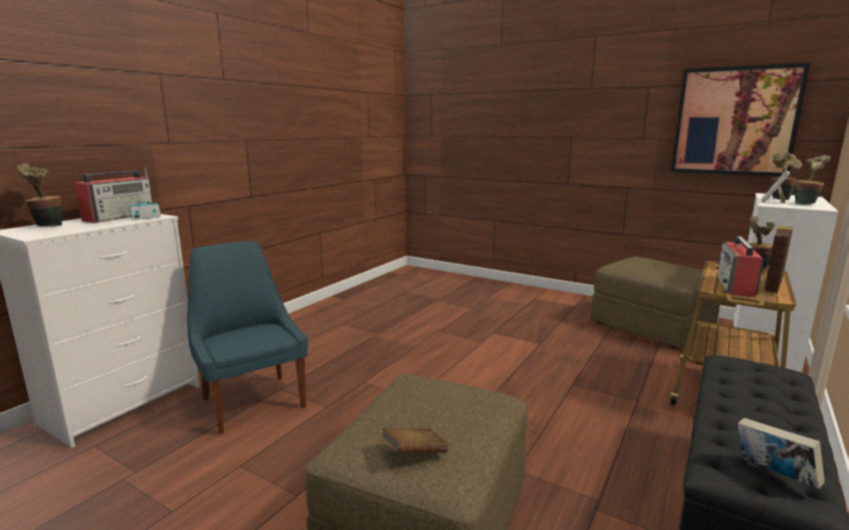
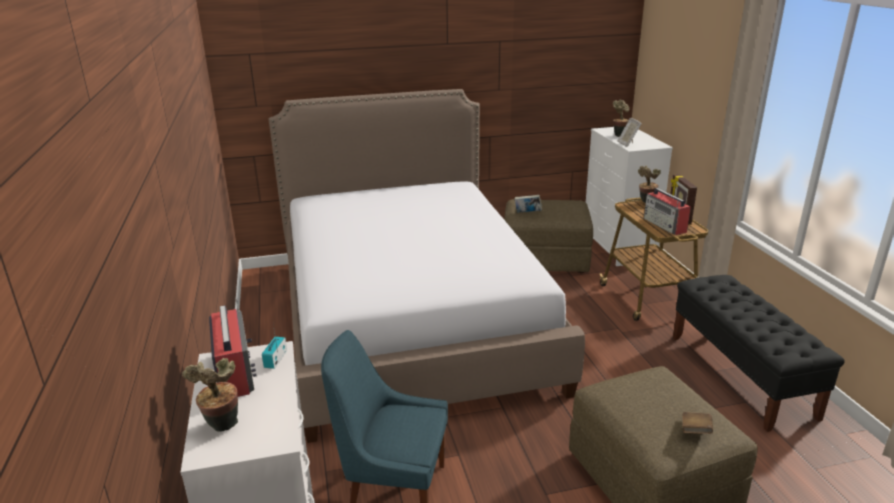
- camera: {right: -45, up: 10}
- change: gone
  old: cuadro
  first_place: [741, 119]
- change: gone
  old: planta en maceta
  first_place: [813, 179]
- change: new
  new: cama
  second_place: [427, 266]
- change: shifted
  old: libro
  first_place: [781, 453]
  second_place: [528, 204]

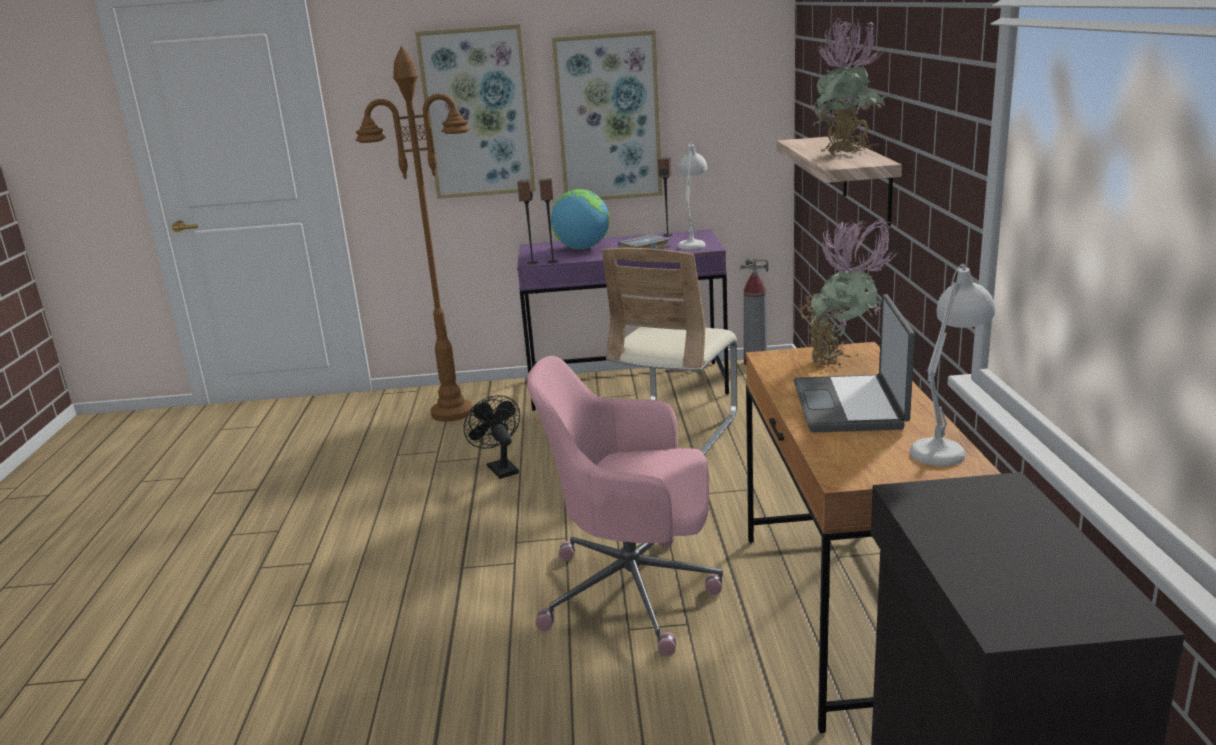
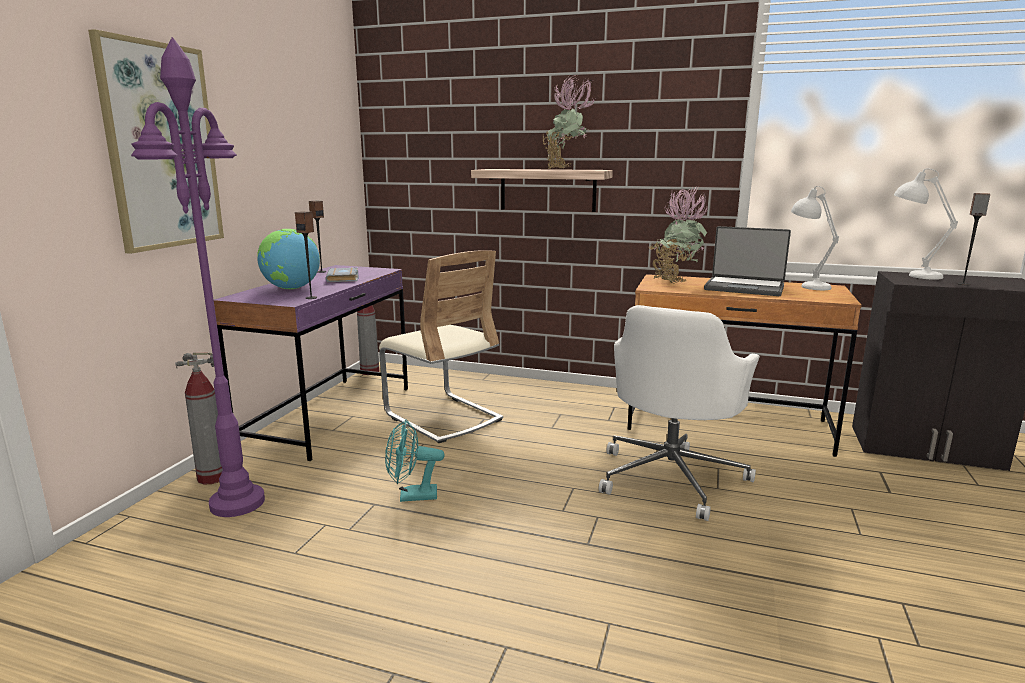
- camera: {right: -70, up: -5}
- change: gone
  old: cuadro
  first_place: [607, 115]
- change: new
  new: extintor
  second_place: [199, 418]
- change: shifted
  old: altavoz
  first_place: [527, 221]
  second_place: [973, 239]
- change: shifted
  old: lámpara de mesa/blanco
  first_place: [692, 196]
  second_place: [926, 224]
- change: repainted
  old: lámpara de pie/marrón
  new: lámpara de pie/morado
  first_place: [414, 234]
  second_place: [198, 277]
- change: repainted
  old: ventilador/negro
  new: ventilador/turquesa
  first_place: [491, 437]
  second_place: [415, 460]
- change: repainted
  old: silla de oficina/rosa
  new: silla de oficina/blanco
  first_place: [625, 506]
  second_place: [679, 413]

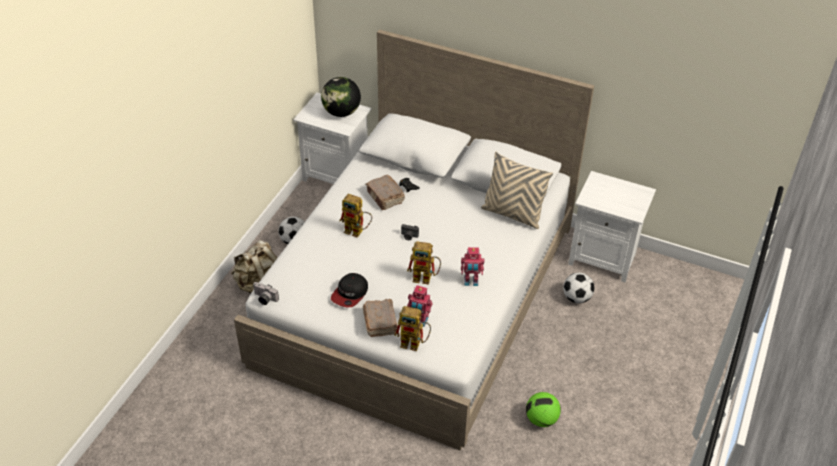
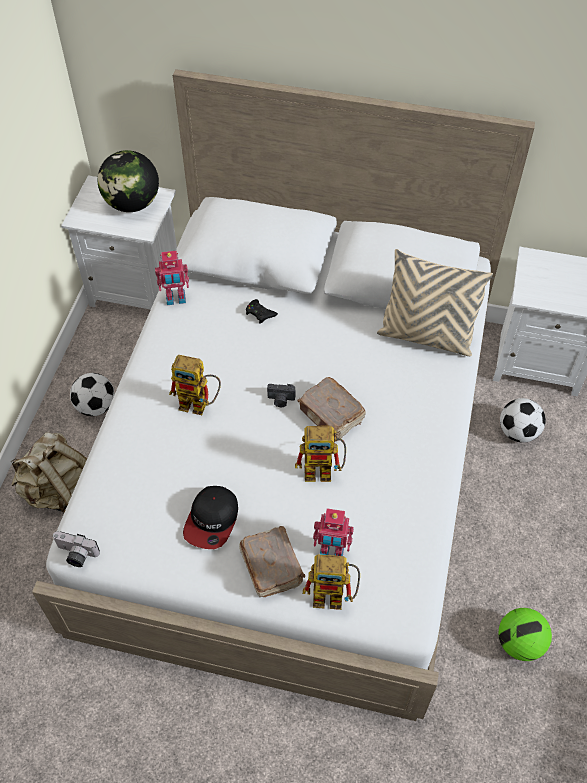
- camera: {right: -10, up: 10}
- change: shifted
  old: libro/marrón
  first_place: [385, 192]
  second_place: [332, 409]
- change: shifted
  old: robot de juguete
  first_place: [472, 266]
  second_place: [172, 278]

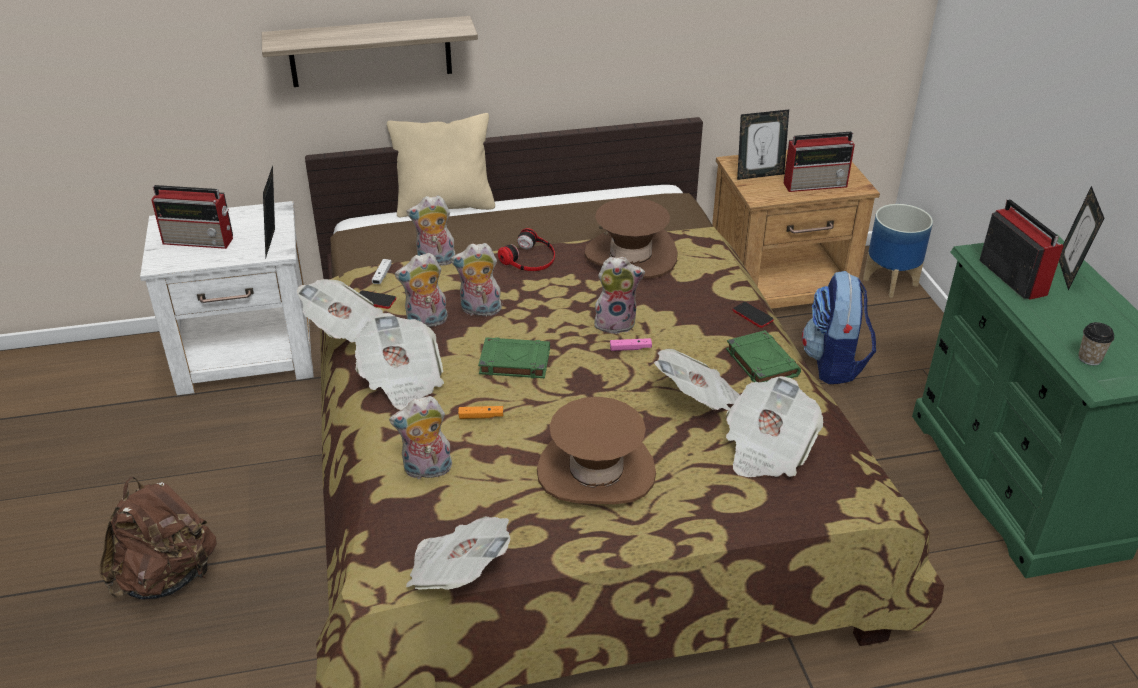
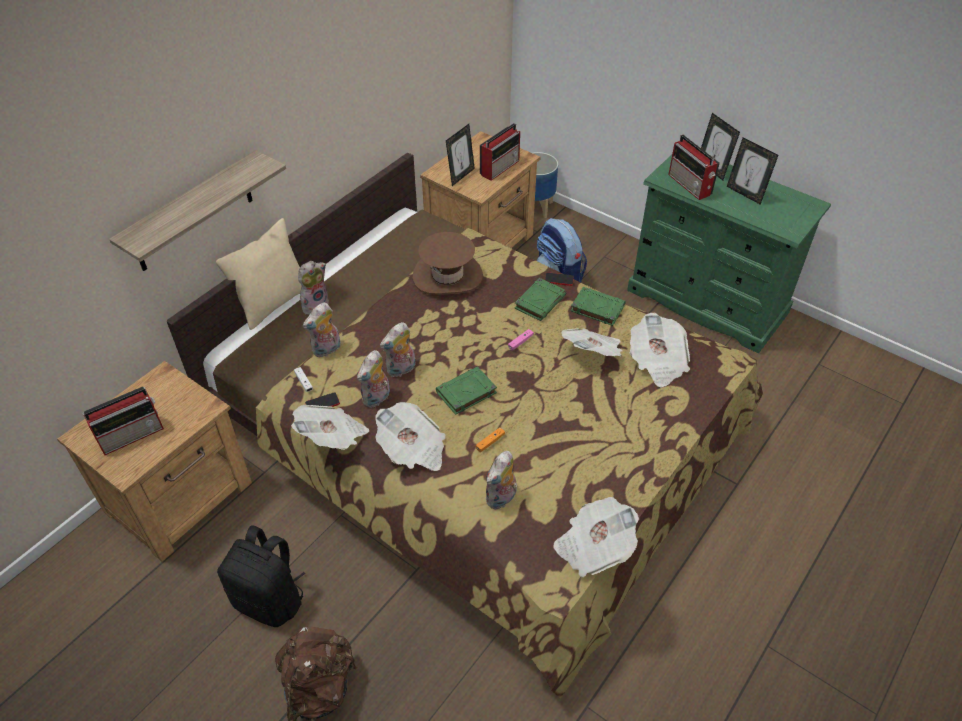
- camera: {right: -40, up: 10}
- change: gone
  old: auriculares
  first_place: [526, 249]
- change: gone
  old: sombrero/marrón
  first_place: [596, 450]
- change: gone
  old: taza
  first_place: [1096, 343]
- change: new
  new: mochila/negro
  second_place: [261, 576]
- change: new
  new: libro/verde
  second_place: [540, 299]
- change: shifted
  old: portarretratos
  first_place: [269, 211]
  second_place: [752, 171]
- change: shifted
  old: peluche
  first_place: [619, 295]
  second_place: [313, 288]
- change: repainted
  old: mesita de noche/blanco
  new: mesita de noche/marrón
  first_place: [227, 298]
  second_place: [154, 461]
- change: rotated
  old: radio
  first_place: [1021, 249]
  second_place: [694, 167]
  degrees: -150

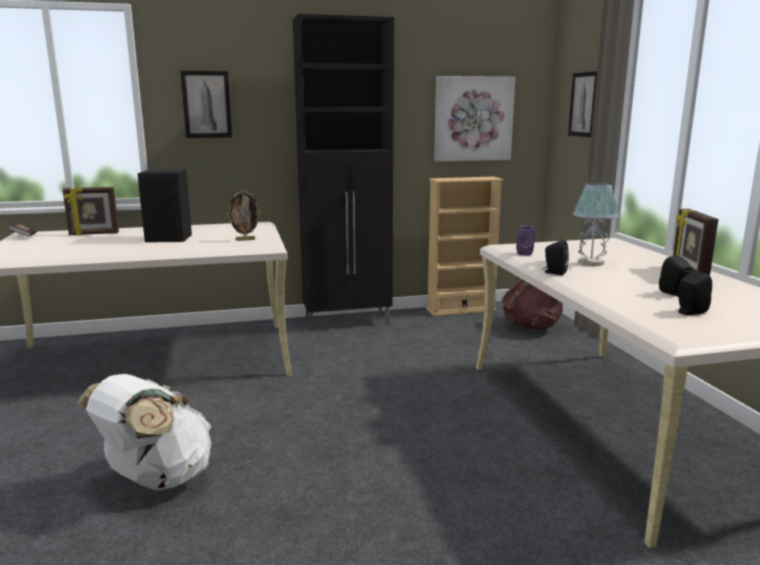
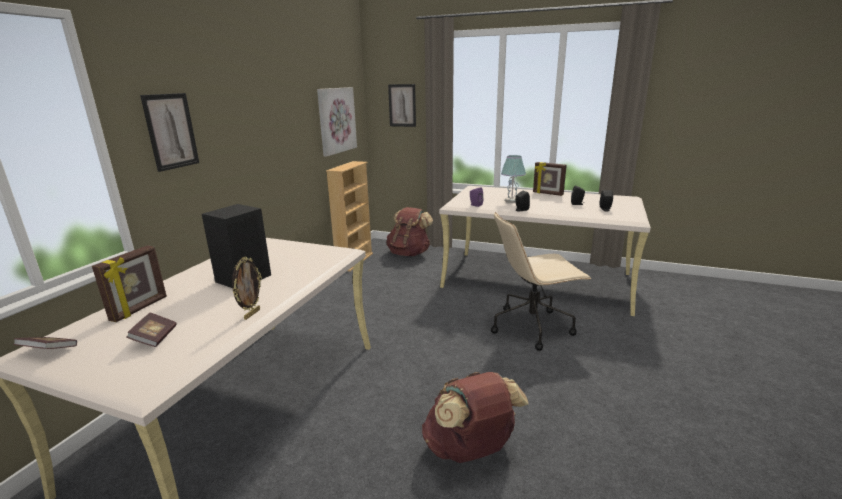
- camera: {right: -55, up: 5}
- change: gone
  old: armario/negro
  first_place: [343, 172]
- change: new
  new: libro
  second_place: [151, 330]
- change: new
  new: silla de oficina/beis
  second_place: [541, 281]
- change: shifted
  old: portarretratos
  first_place: [244, 215]
  second_place: [247, 288]
- change: repainted
  old: mochila/blanco
  new: mochila/marrón
  first_place: [144, 432]
  second_place: [475, 417]

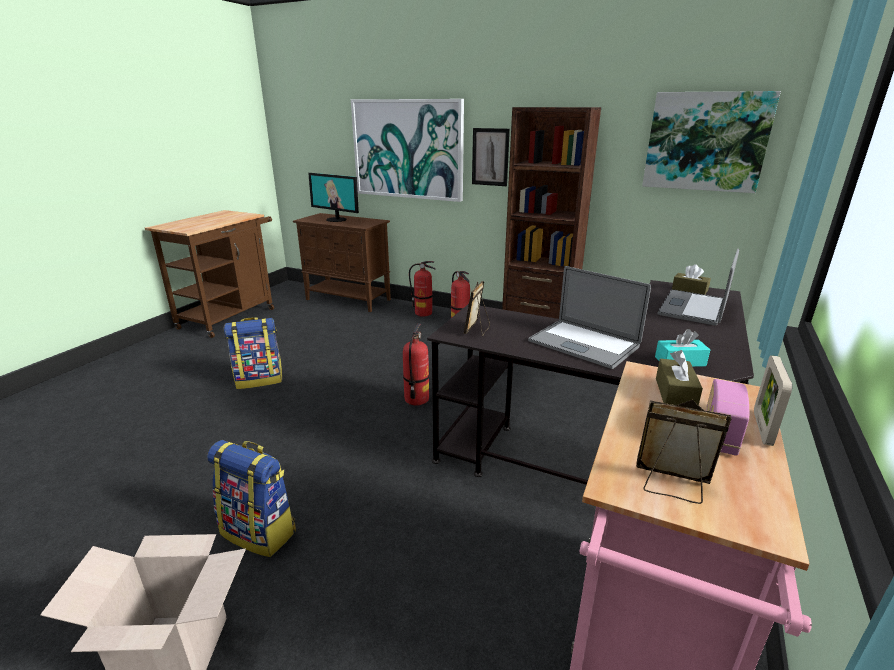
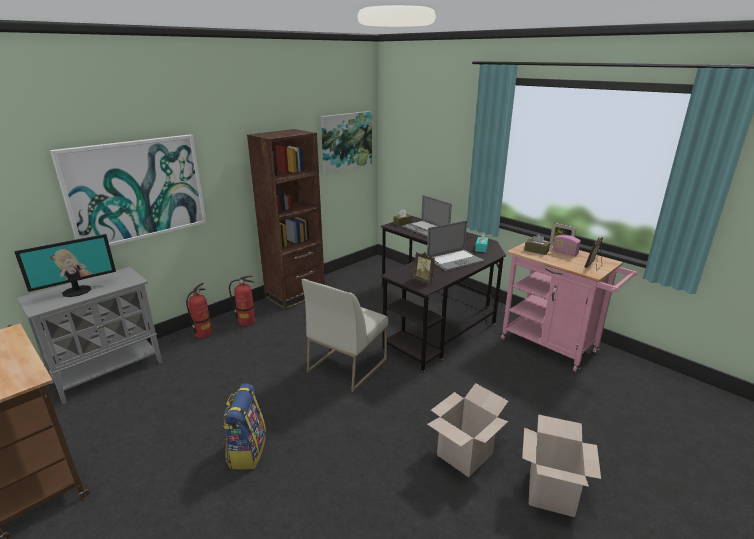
- camera: {right: -70, up: 0}
- change: gone
  old: cuadro
  first_place: [491, 157]
- change: swapped
  old: mochila
  new: caja de cartón
  first_place: [251, 498]
  second_place: [467, 430]
- change: swapped
  old: extintor
  new: silla/blanco
  first_place: [416, 364]
  second_place: [345, 335]
- change: repainted
  old: armario/marrón
  new: armario/gris
  first_place: [342, 262]
  second_place: [89, 335]

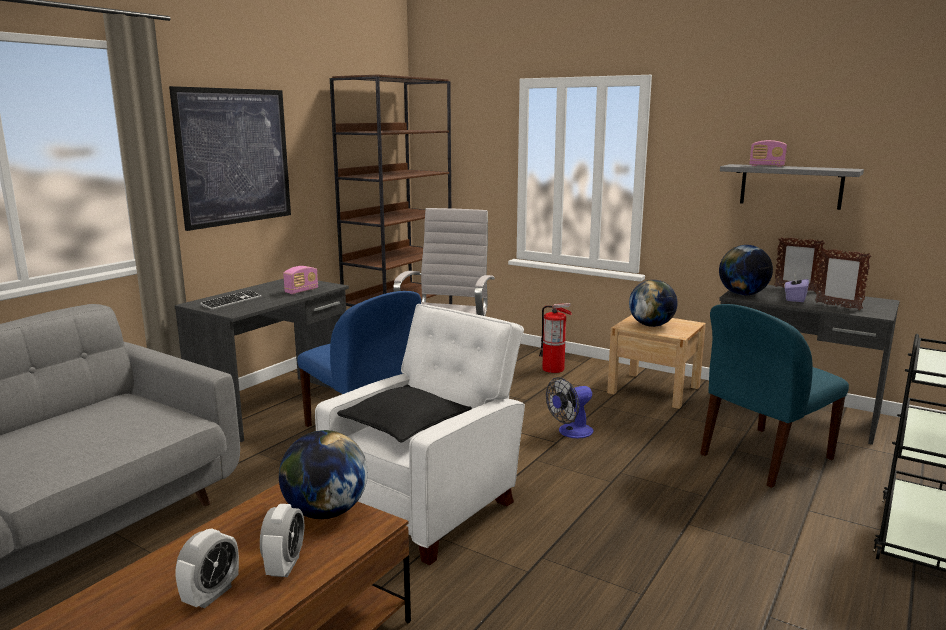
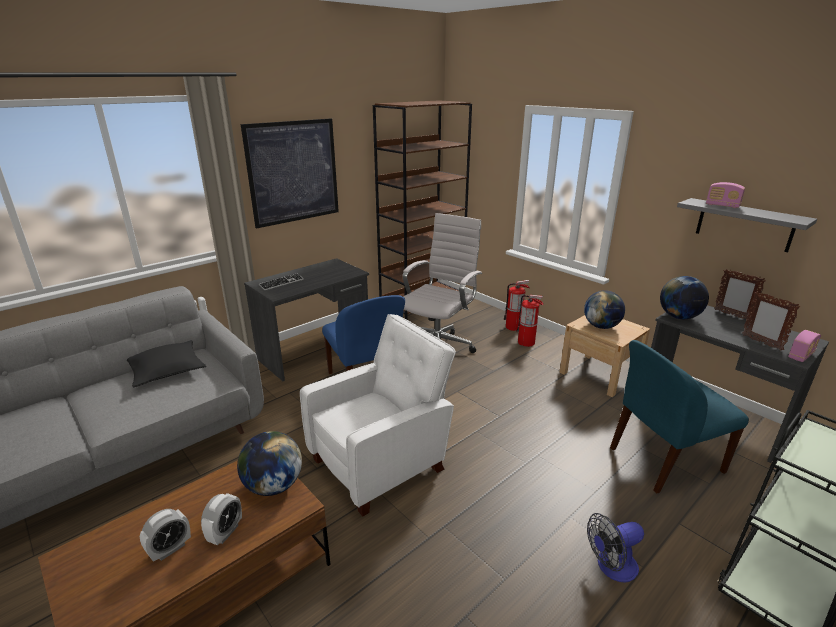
- camera: {right: 15, up: 10}
- change: gone
  old: caja de pañuelos/morado
  first_place: [796, 288]
- change: new
  new: extintor
  second_place: [516, 305]
- change: shifted
  old: radio
  first_place: [300, 280]
  second_place: [804, 346]
- change: shifted
  old: cojín/negro
  first_place: [404, 414]
  second_place: [166, 364]
- change: shifted
  old: ventilador
  first_place: [570, 407]
  second_place: [615, 547]

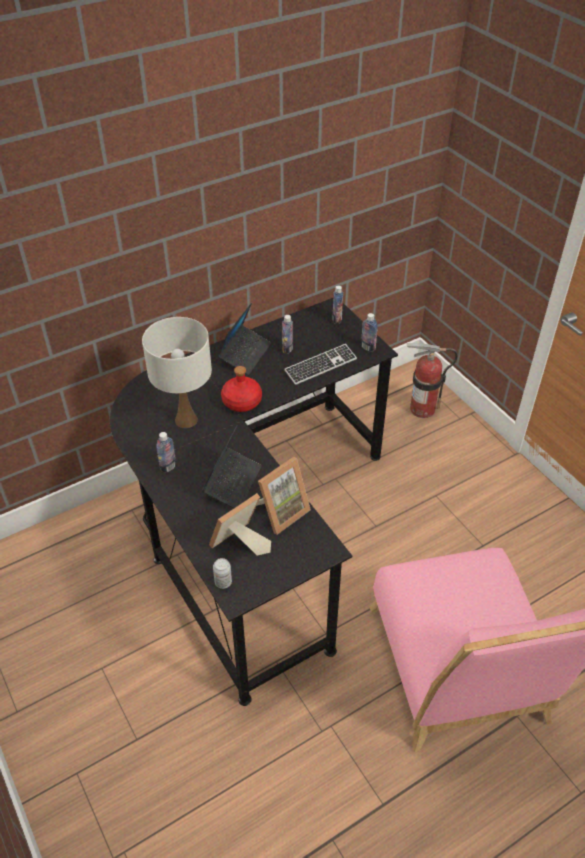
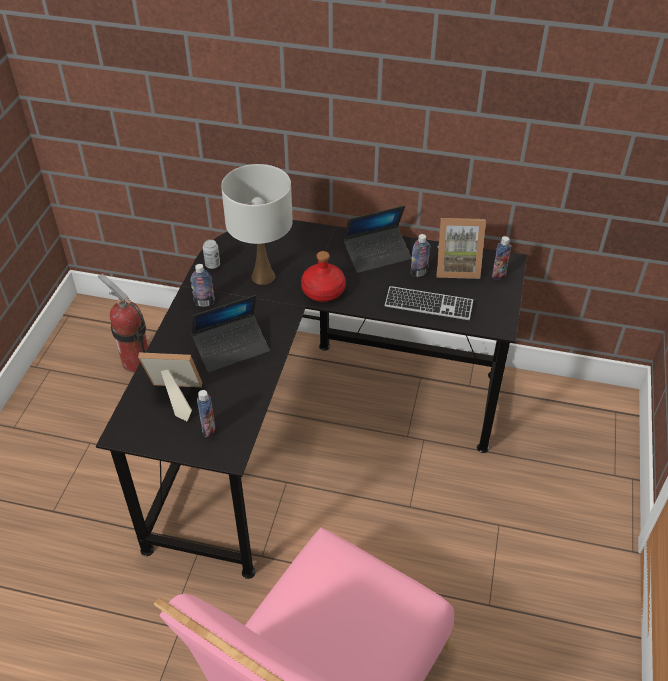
- camera: {right: 45, up: 0}
- change: shifted
  old: lata
  first_place: [222, 573]
  second_place: [211, 254]
- change: shifted
  old: portarretratos
  first_place: [284, 496]
  second_place: [461, 248]
- change: shifted
  old: botella
  first_place: [369, 332]
  second_place: [206, 413]
- change: shifted
  old: extintor
  first_place: [432, 380]
  second_place: [123, 323]

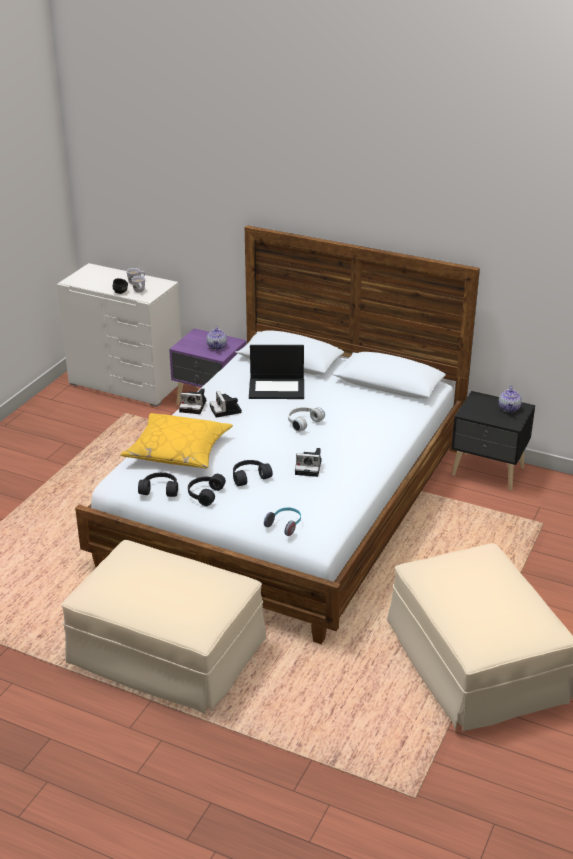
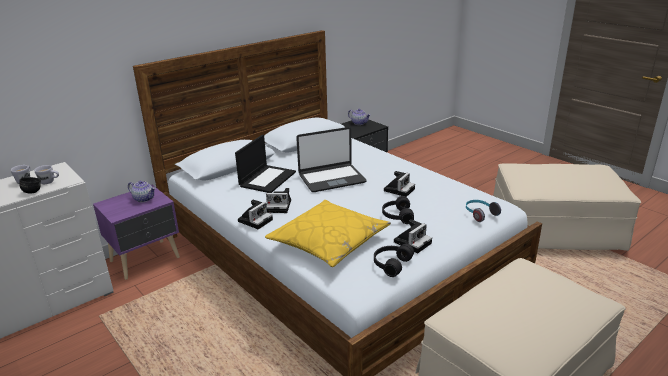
- camera: {right: -65, up: -5}
- change: swapped
  old: auriculares/negro
  new: cámara
  first_place: [207, 490]
  second_place: [413, 236]
- change: swapped
  old: auriculares/blanco
  new: portátil
  first_place: [306, 419]
  second_place: [331, 159]

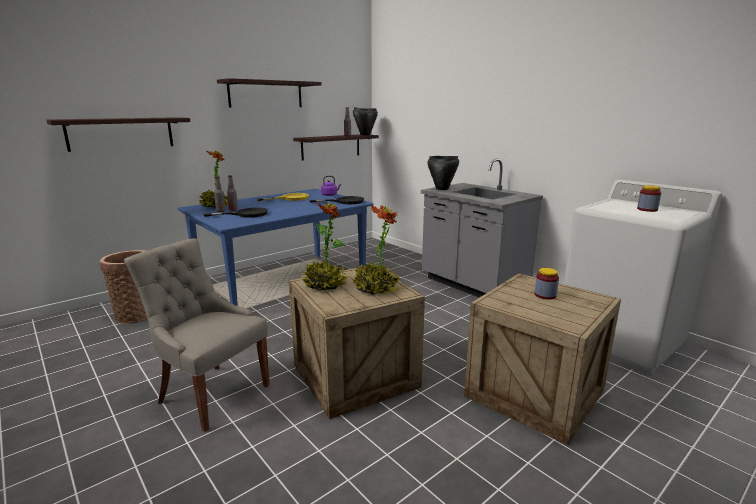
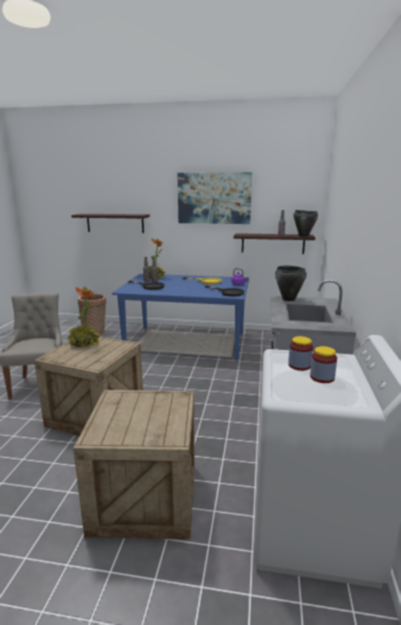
- camera: {right: 50, up: 0}
- change: gone
  old: planta en maceta
  first_place: [376, 250]
- change: shifted
  old: tarro
  first_place: [547, 284]
  second_place: [300, 353]
- change: swapped
  old: estante
  new: cuadro
  first_place: [269, 92]
  second_place: [215, 198]

